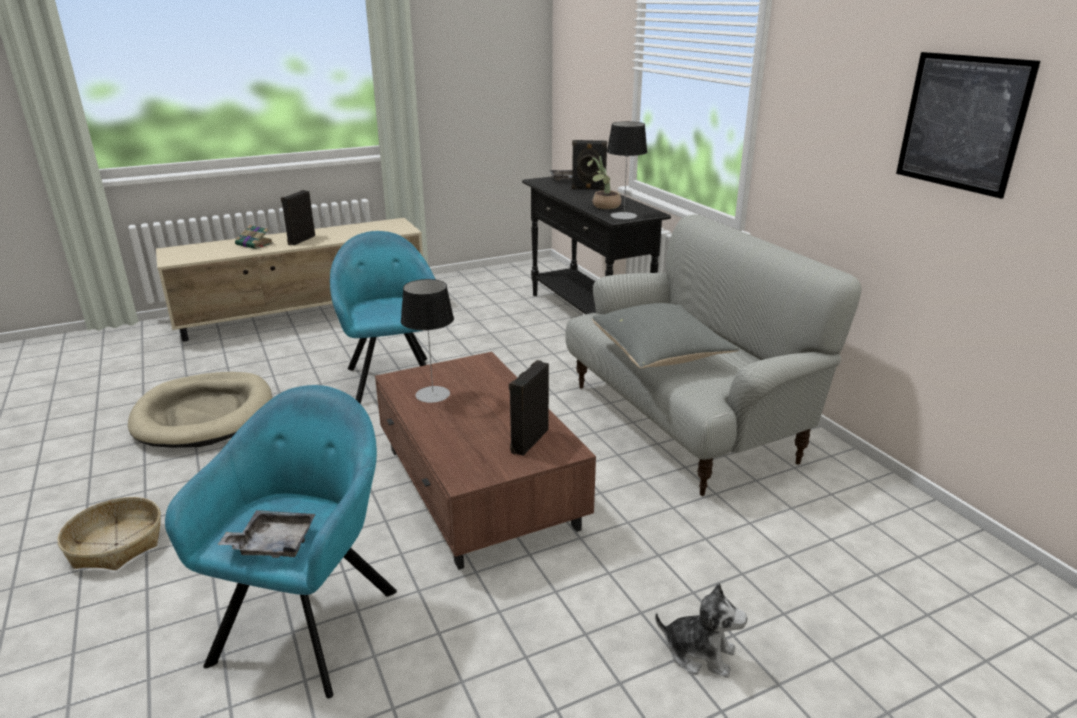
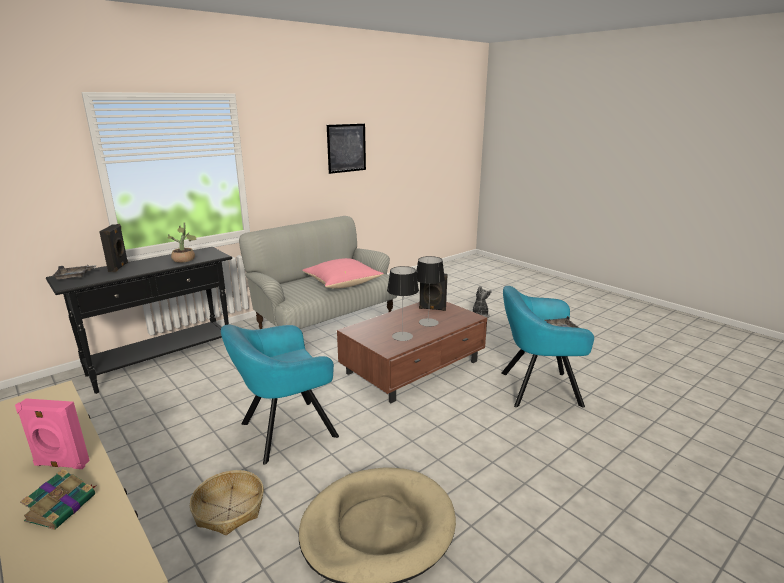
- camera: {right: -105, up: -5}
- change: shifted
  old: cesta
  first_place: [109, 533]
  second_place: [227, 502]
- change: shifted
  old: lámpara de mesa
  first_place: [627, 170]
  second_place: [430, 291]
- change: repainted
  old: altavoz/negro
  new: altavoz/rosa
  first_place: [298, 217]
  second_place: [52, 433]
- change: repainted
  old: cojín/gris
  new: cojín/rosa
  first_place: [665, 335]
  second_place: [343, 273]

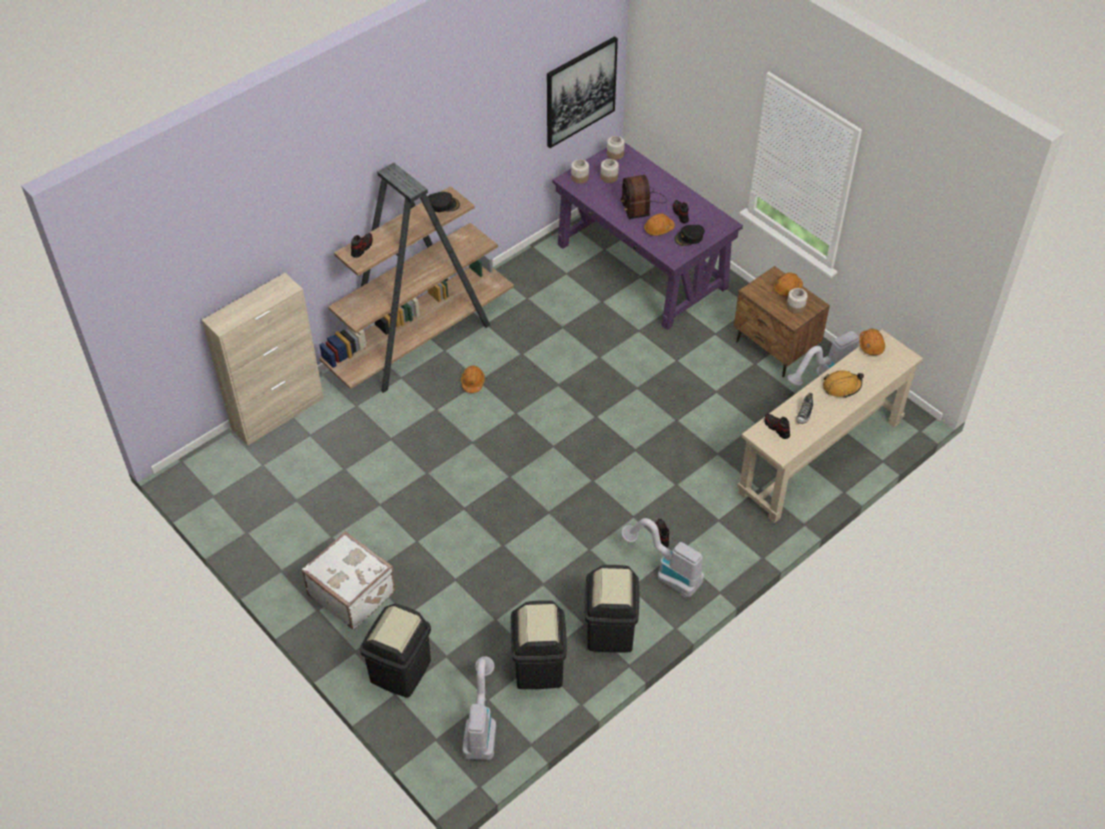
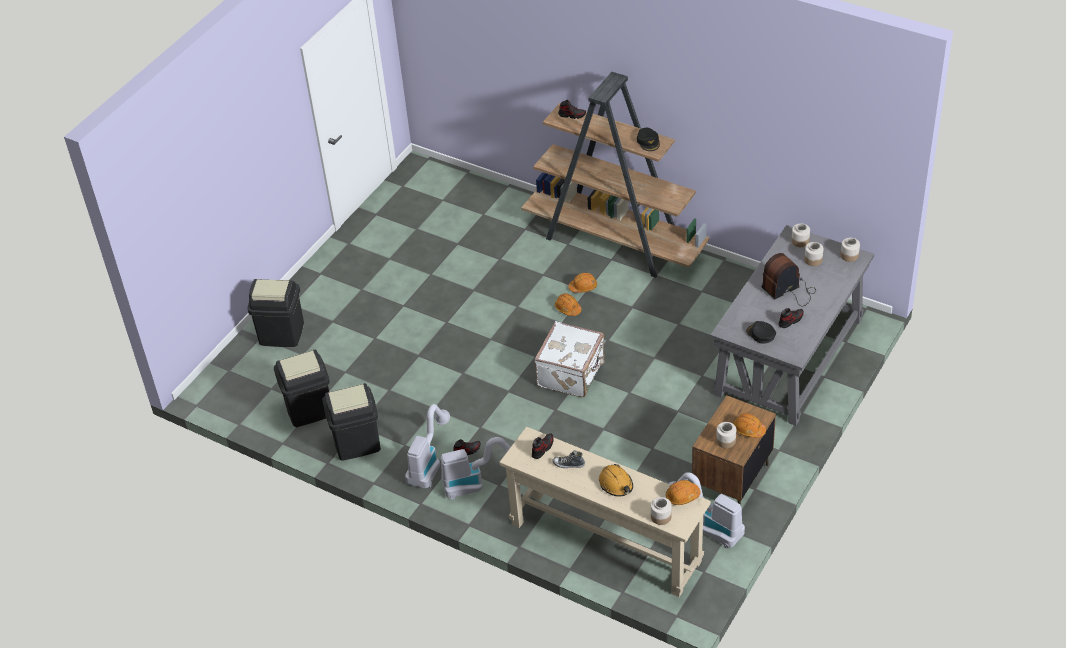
- camera: {right: 75, up: -5}
- change: gone
  old: armario/beis
  first_place: [263, 359]
- change: gone
  old: cuadro
  first_place: [582, 92]
- change: new
  new: tarro
  second_place: [661, 511]
- change: shifted
  old: maleta/blanco
  first_place: [348, 580]
  second_place: [569, 359]
- change: shifted
  old: aspiradora
  first_place: [479, 708]
  second_place: [475, 468]
- change: shifted
  old: casco/naranja
  first_place: [659, 224]
  second_place: [568, 304]
- change: repainted
  old: escritorio/morado
  new: escritorio/gris
  first_place: [647, 236]
  second_place: [792, 325]

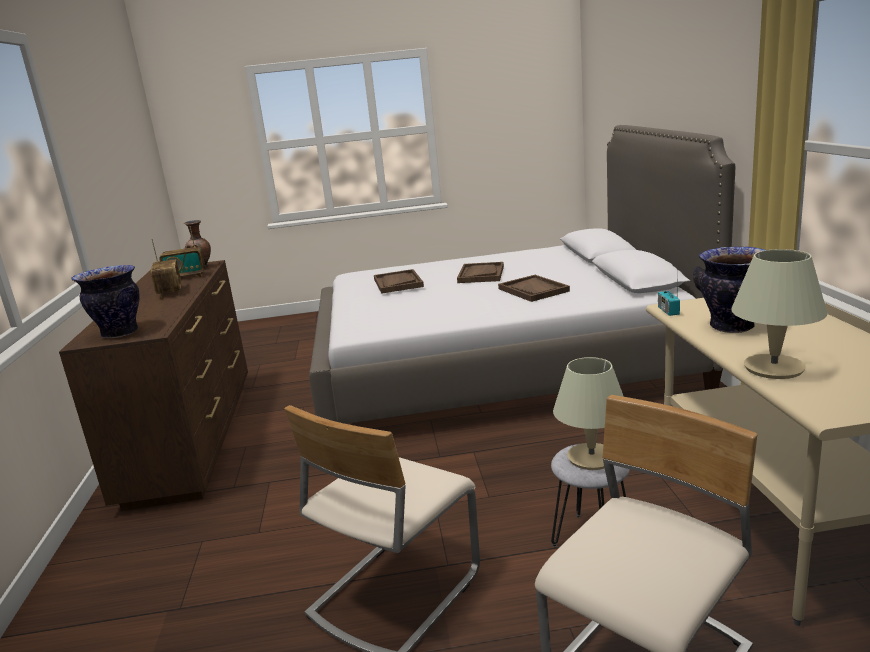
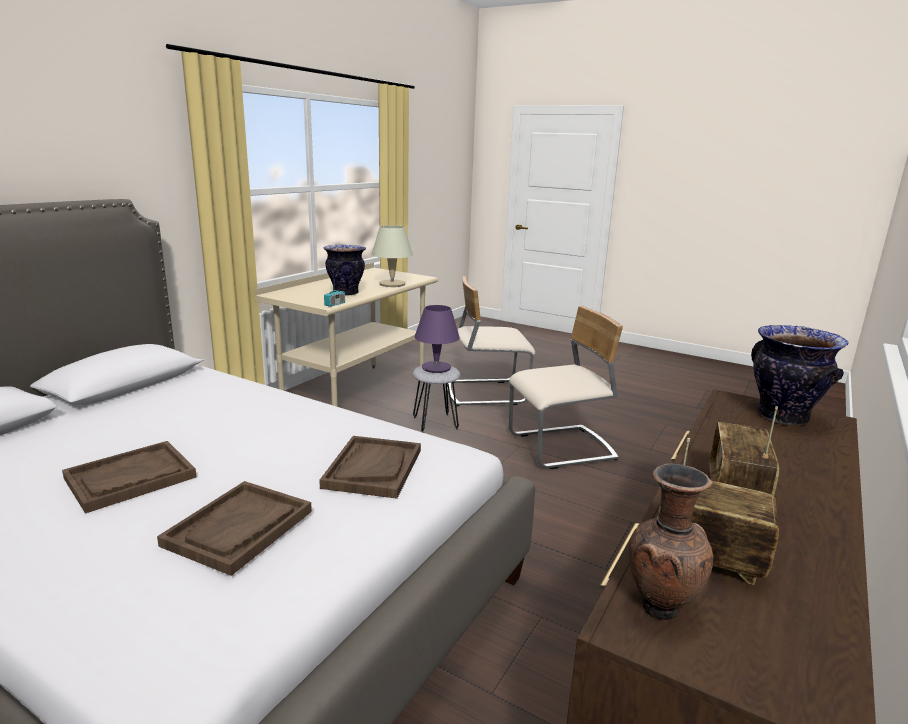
- camera: {right: -145, up: 0}
- change: shifted
  old: bandeja/marrón
  first_place: [534, 288]
  second_place: [370, 467]
- change: repainted
  old: lámpara de mesa/beis
  new: lámpara de mesa/morado
  first_place: [588, 413]
  second_place: [437, 339]

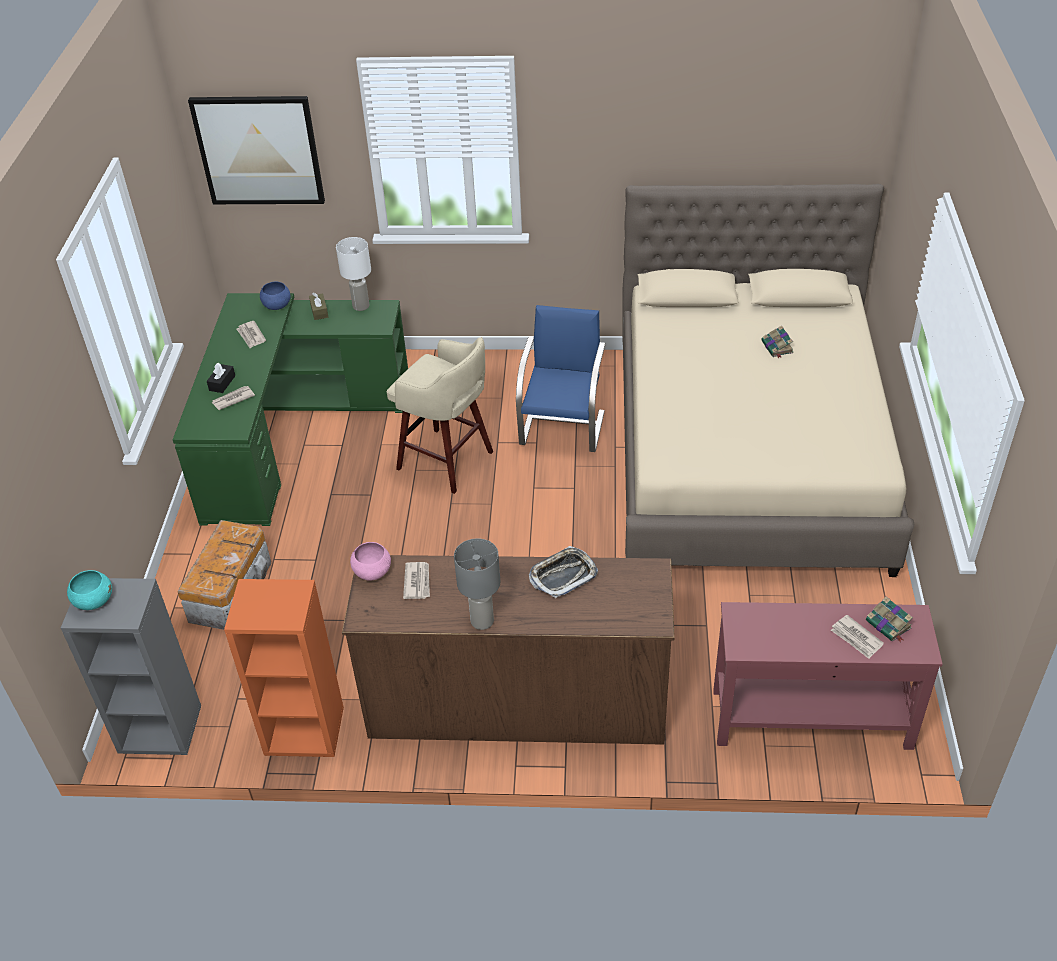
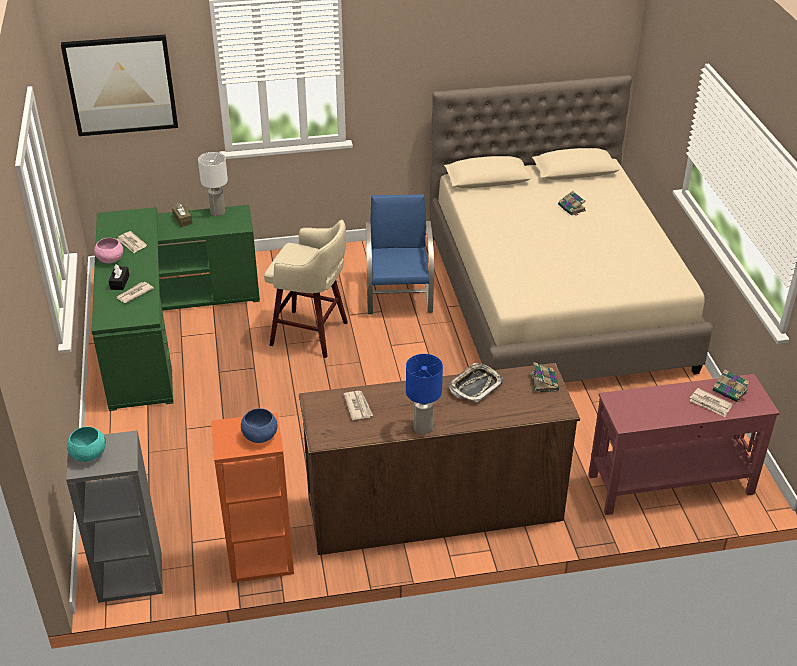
- camera: {right: -15, up: -5}
- change: gone
  old: caja de almacenaje
  first_place: [224, 575]
- change: new
  new: libro
  second_place: [544, 377]
- change: shifted
  old: cuenco/azul
  first_place: [275, 295]
  second_place: [259, 425]
- change: shifted
  old: cuenco/rosa
  first_place: [370, 561]
  second_place: [108, 250]
- change: repainted
  old: lámpara de mesa/gris
  new: lámpara de mesa/azul
  first_place: [477, 584]
  second_place: [424, 394]

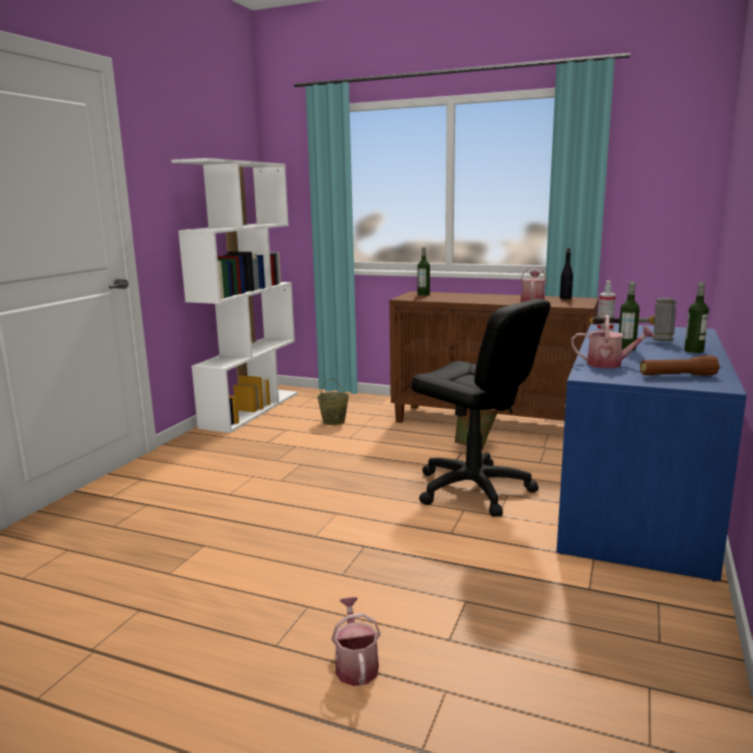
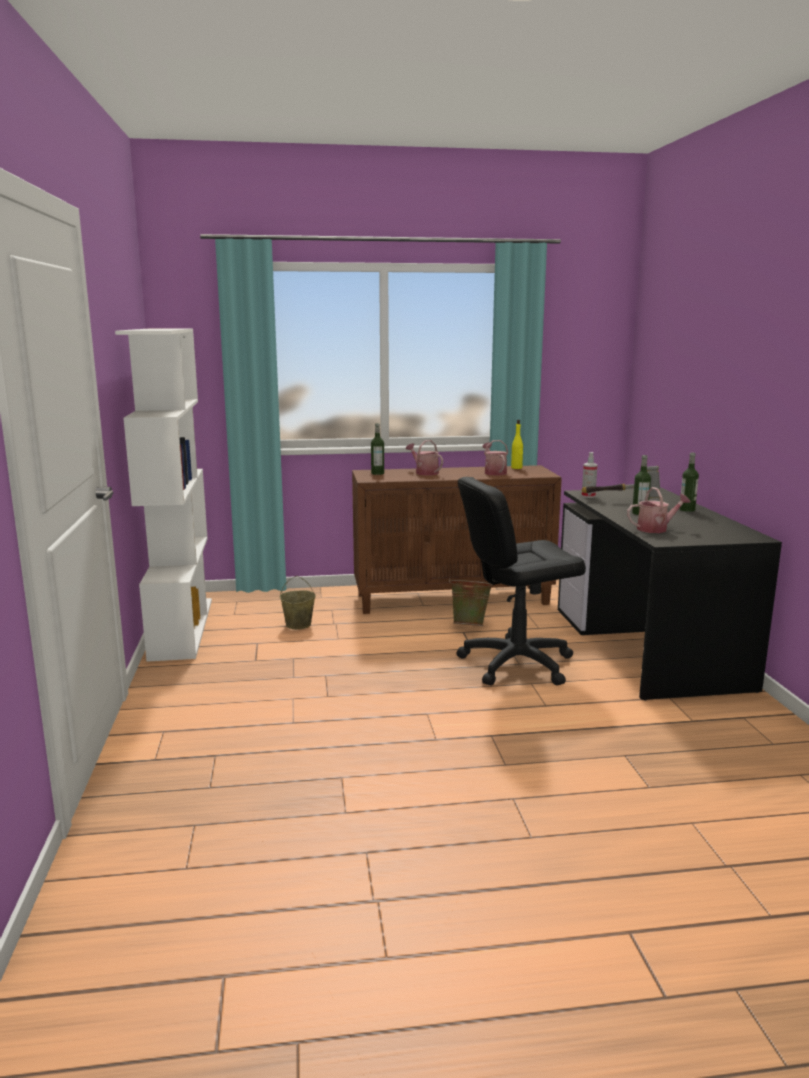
- camera: {right: -30, up: 0}
- change: gone
  old: linterna/marrón
  first_place: [680, 365]
- change: shifted
  old: regadera
  first_place: [356, 641]
  second_place: [424, 458]
- change: repainted
  old: escritorio/azul
  new: escritorio/negro
  first_place: [652, 452]
  second_place: [670, 594]
- change: repainted
  old: botella/negro
  new: botella/amarillo
  first_place: [566, 273]
  second_place: [517, 444]
- change: rotated
  old: silla de oficina/negro
  first_place: [481, 408]
  second_place: [521, 581]
  degrees: 150

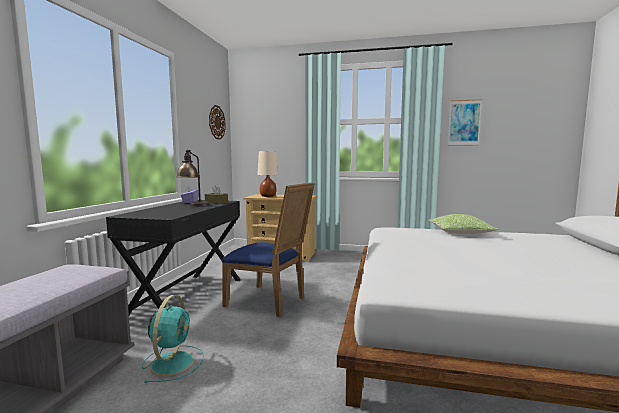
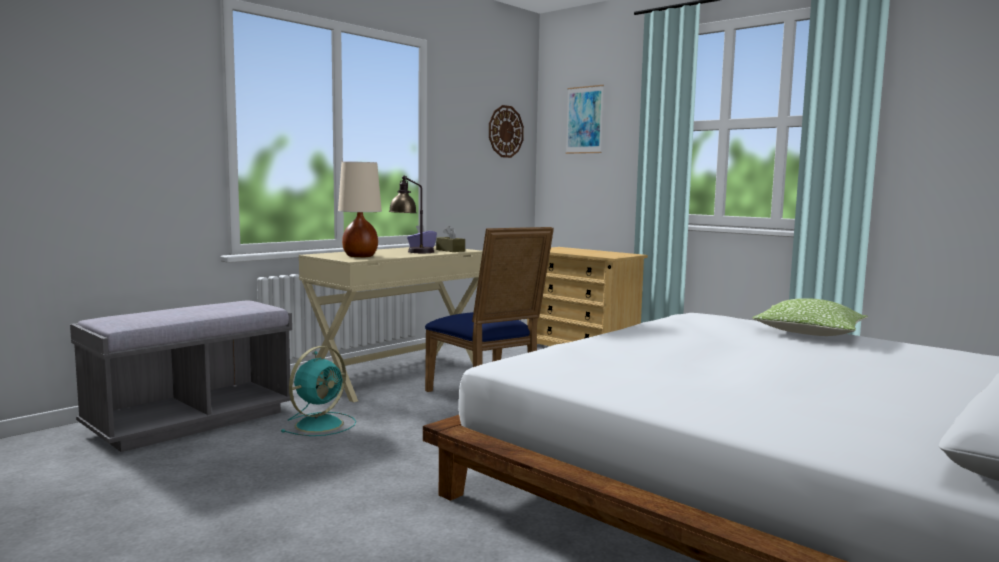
- camera: {right: 30, up: 0}
- change: shifted
  old: lámpara de mesa/beis
  first_place: [267, 174]
  second_place: [360, 209]
- change: shifted
  old: cuadro
  first_place: [465, 122]
  second_place: [585, 119]
- change: repainted
  old: escritorio/negro
  new: escritorio/beis
  first_place: [173, 257]
  second_place: [391, 324]

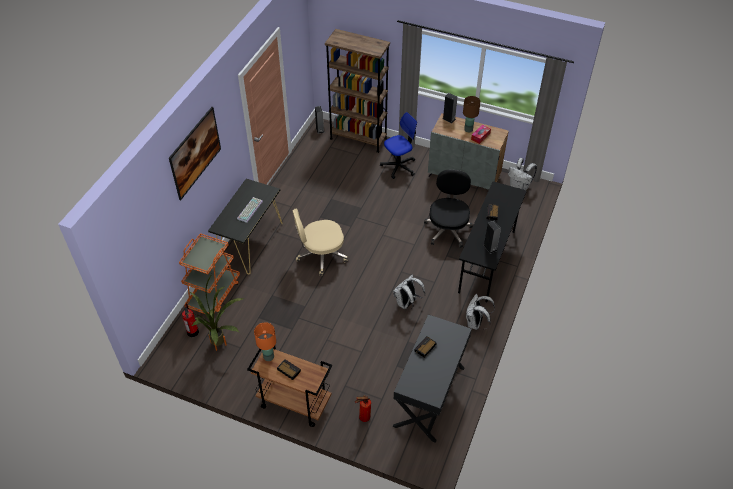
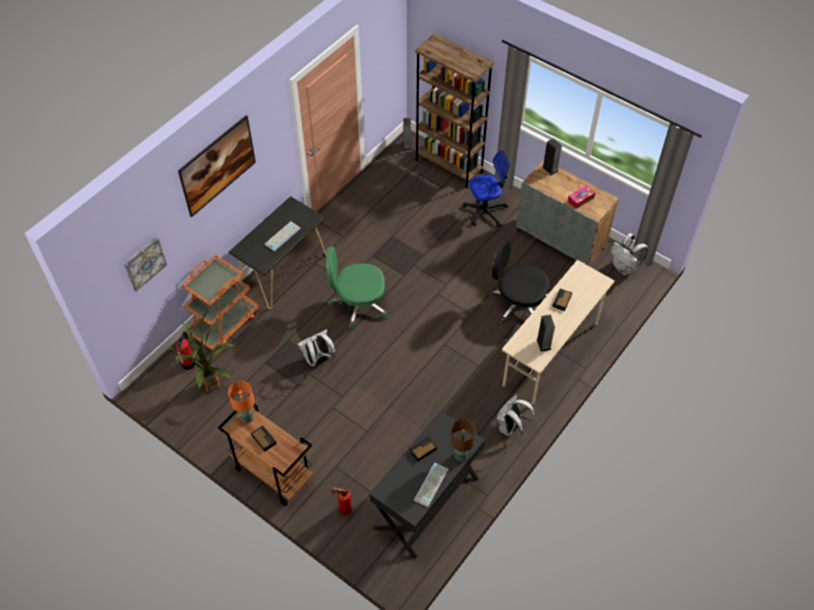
- camera: {right: 15, up: 5}
- change: new
  new: cuadro
  second_place: [145, 264]
- change: new
  new: teclado
  second_place: [431, 484]
- change: shifted
  old: mochila/blanco
  first_place: [409, 292]
  second_place: [316, 349]
- change: shifted
  old: lámpara de mesa/marrón
  first_place: [471, 114]
  second_place: [463, 440]
- change: repainted
  old: silla de oficina/beis
  new: silla de oficina/verde
  first_place: [320, 242]
  second_place: [356, 287]
- change: repainted
  old: escritorio/negro
  new: escritorio/beis
  first_place: [492, 241]
  second_place: [558, 332]
- change: rotated
  old: silla de oficina/negro
  first_place: [448, 208]
  second_place: [519, 281]
  degrees: -90

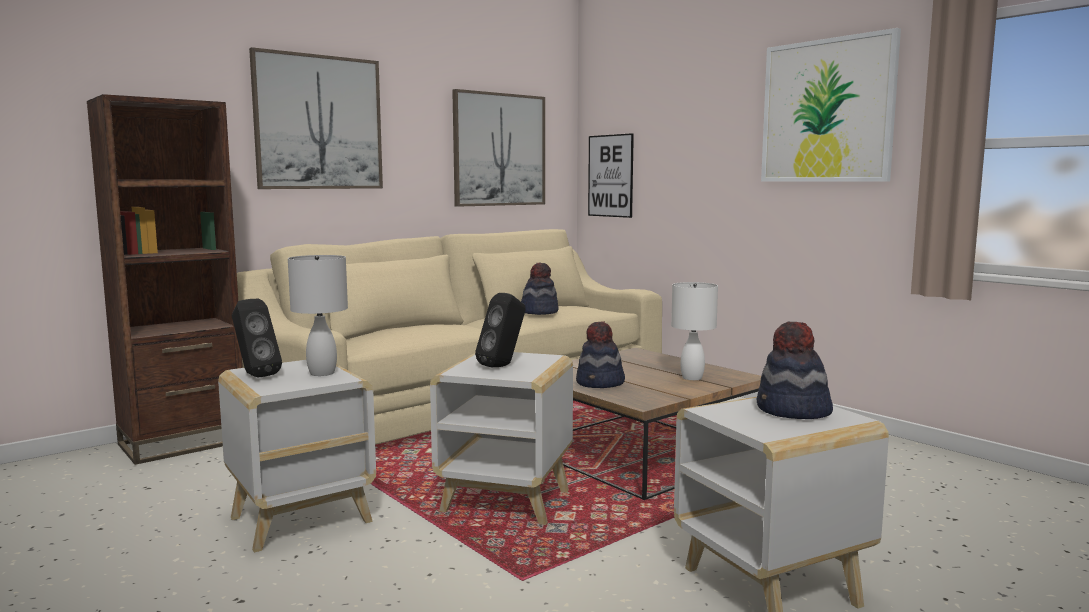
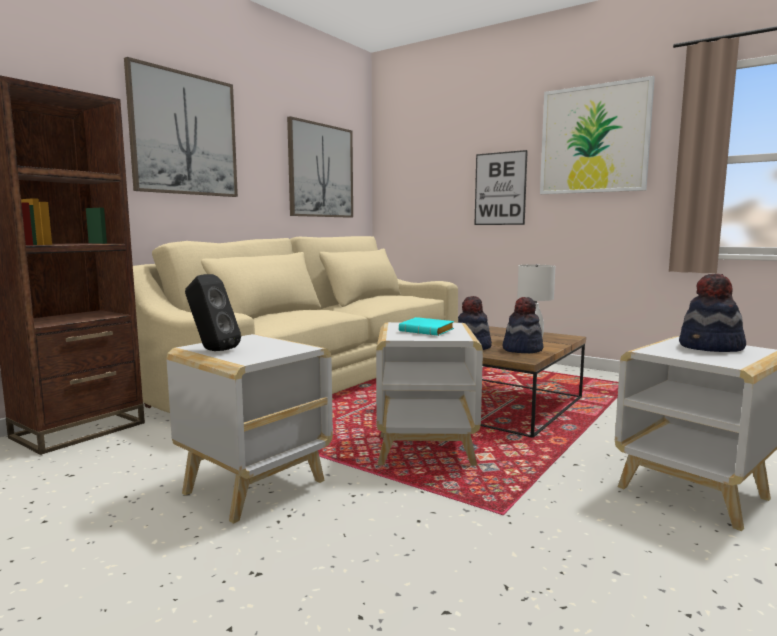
- camera: {right: -15, up: 0}
- change: gone
  old: lámpara de mesa/blanco
  first_place: [318, 315]
- change: shifted
  old: sombrero
  first_place: [539, 289]
  second_place: [523, 325]
- change: shifted
  old: cuadro
  first_place: [611, 175]
  second_place: [501, 187]
- change: swapped
  old: altavoz/negro
  new: libro/turquesa
  first_place: [500, 330]
  second_place: [426, 326]

